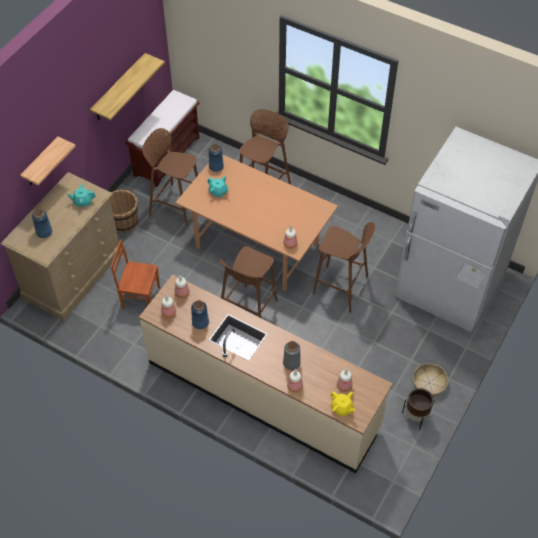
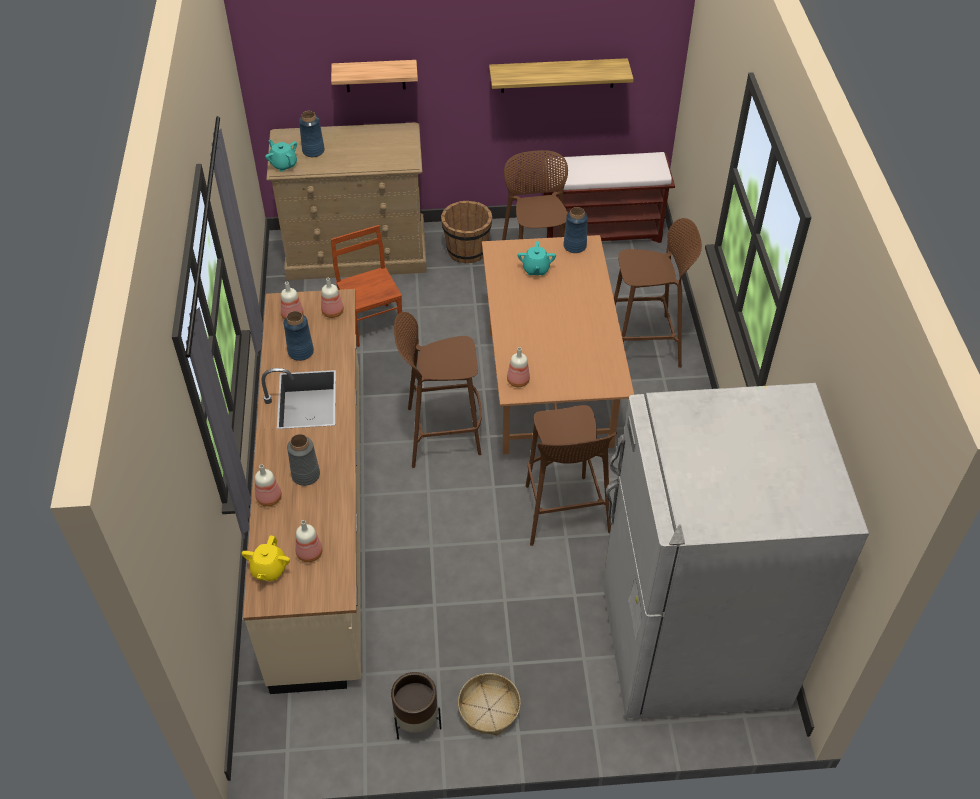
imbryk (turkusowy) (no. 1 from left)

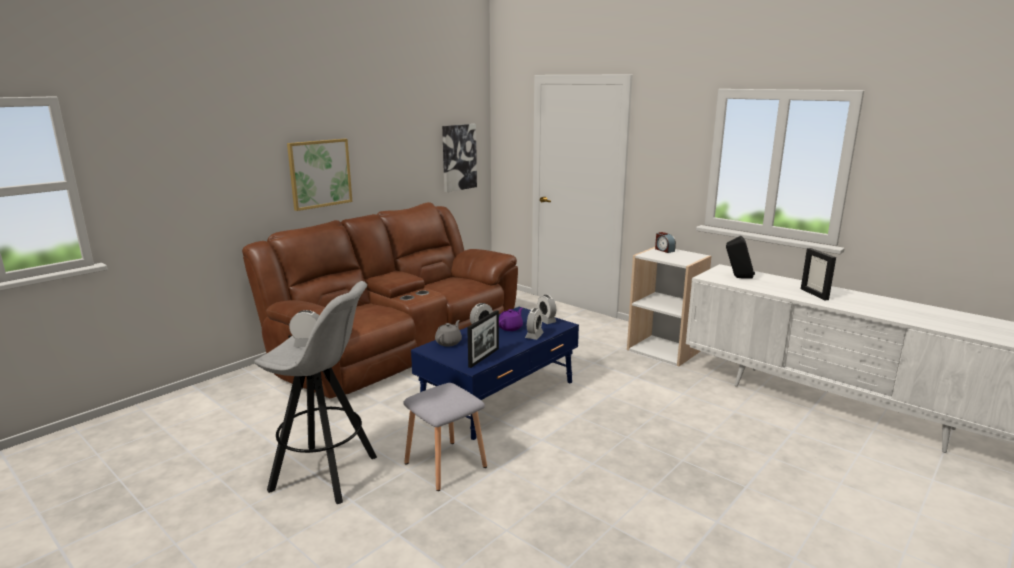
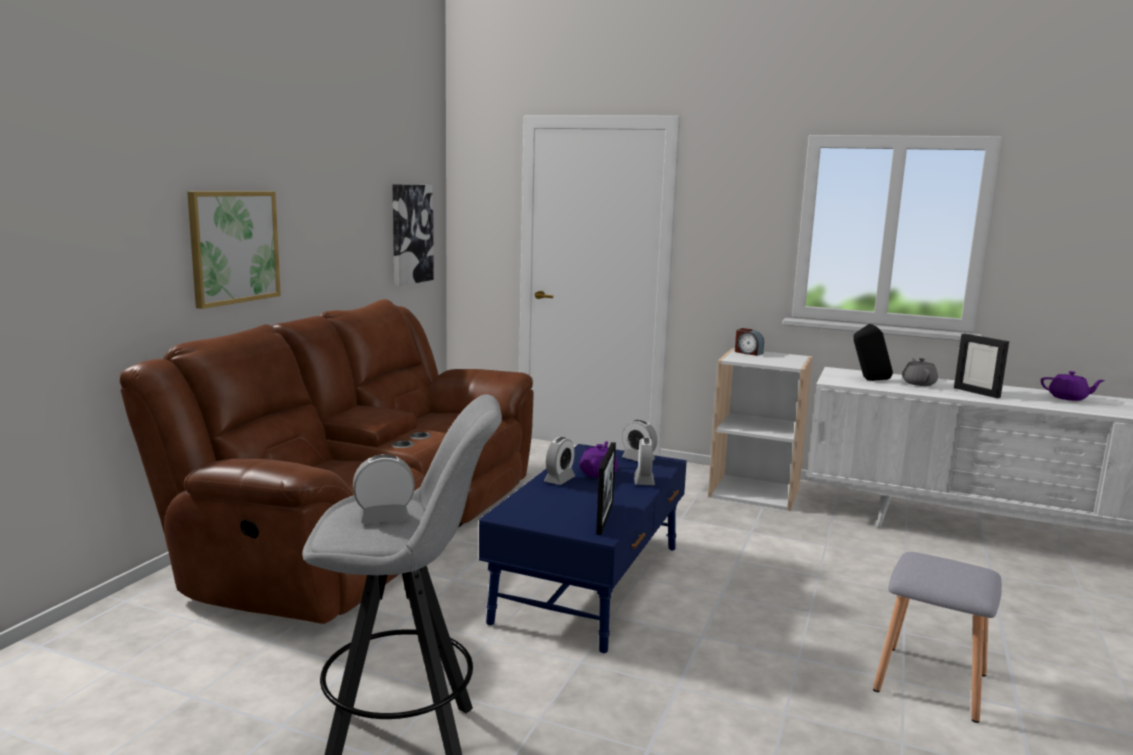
imbryk (fioletowy) (no. 2 from left)
stołek (szary) (no. 2 from left)
imbryk (szary)

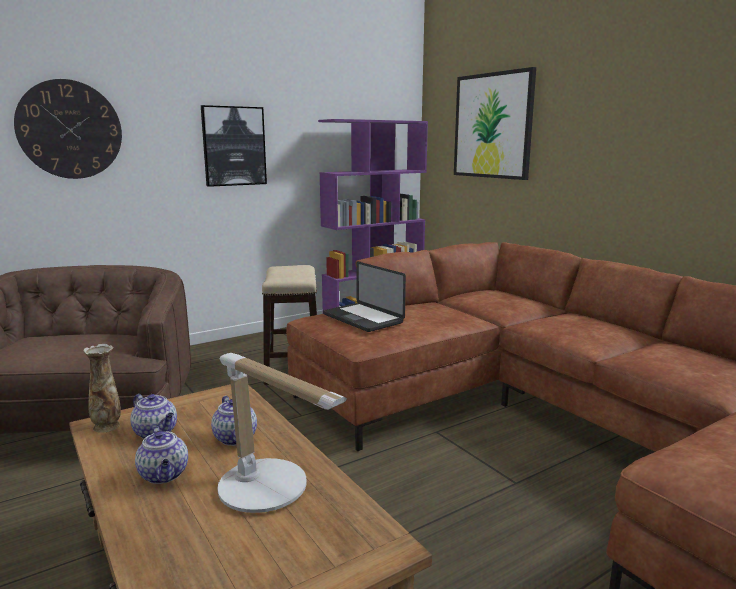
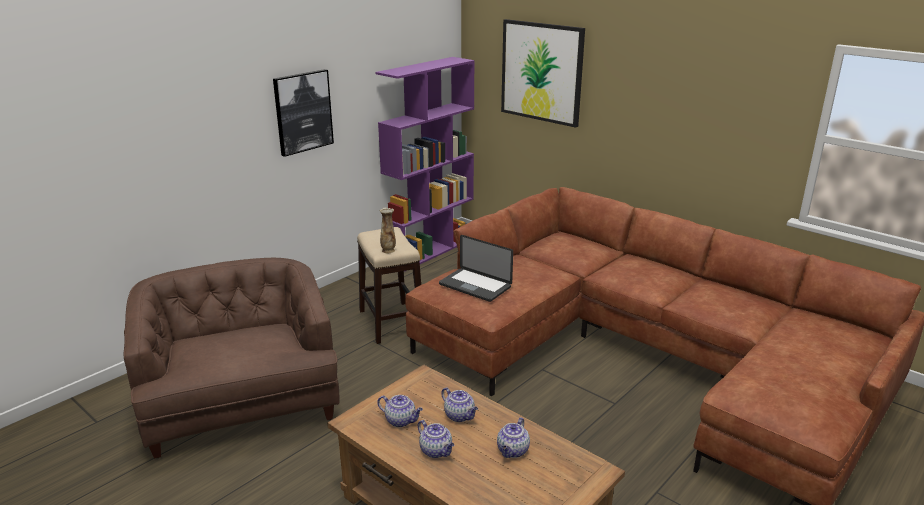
zegar ścienny
wazon
imbryk (no. 4 from left)

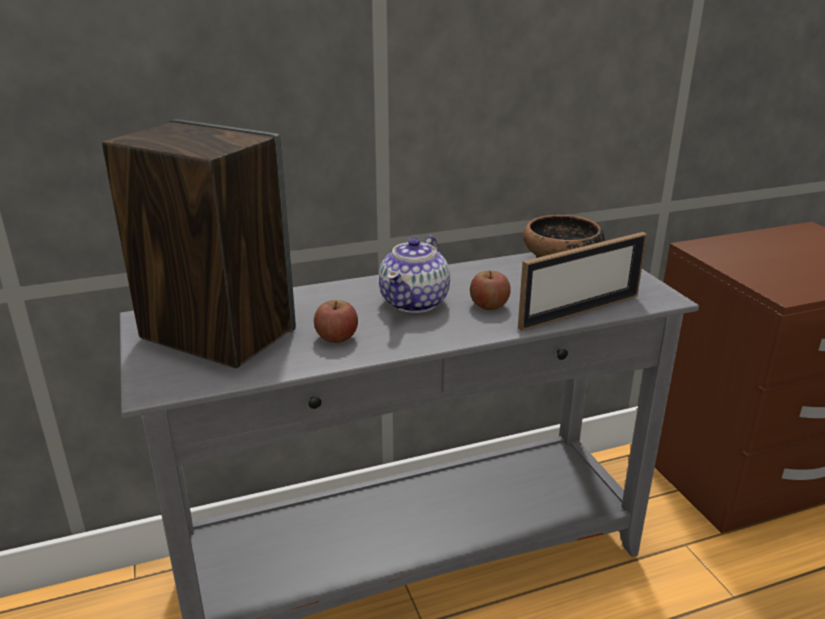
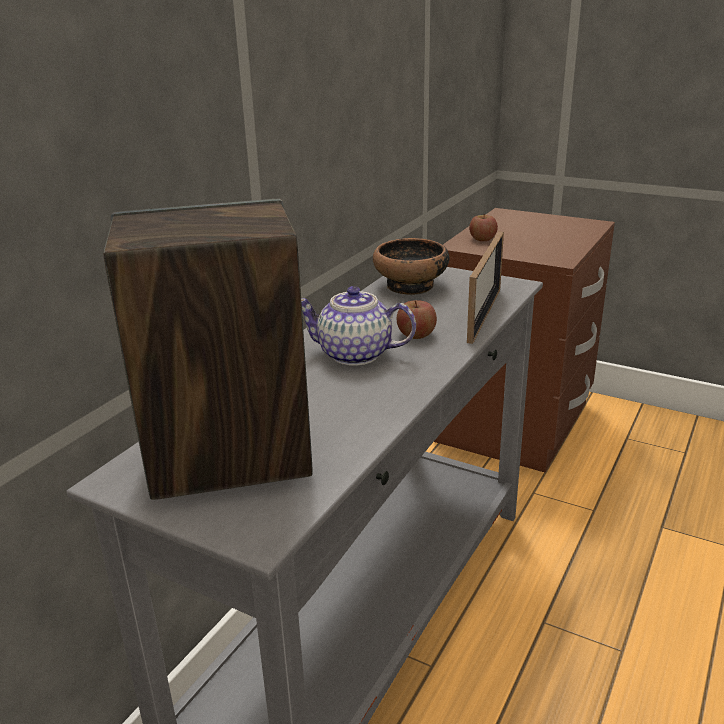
jabłko (no. 2 from left)
imbryk

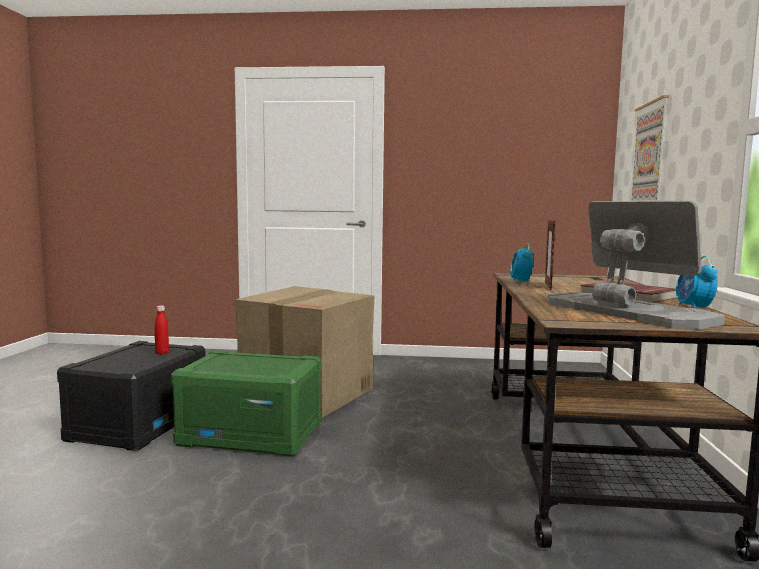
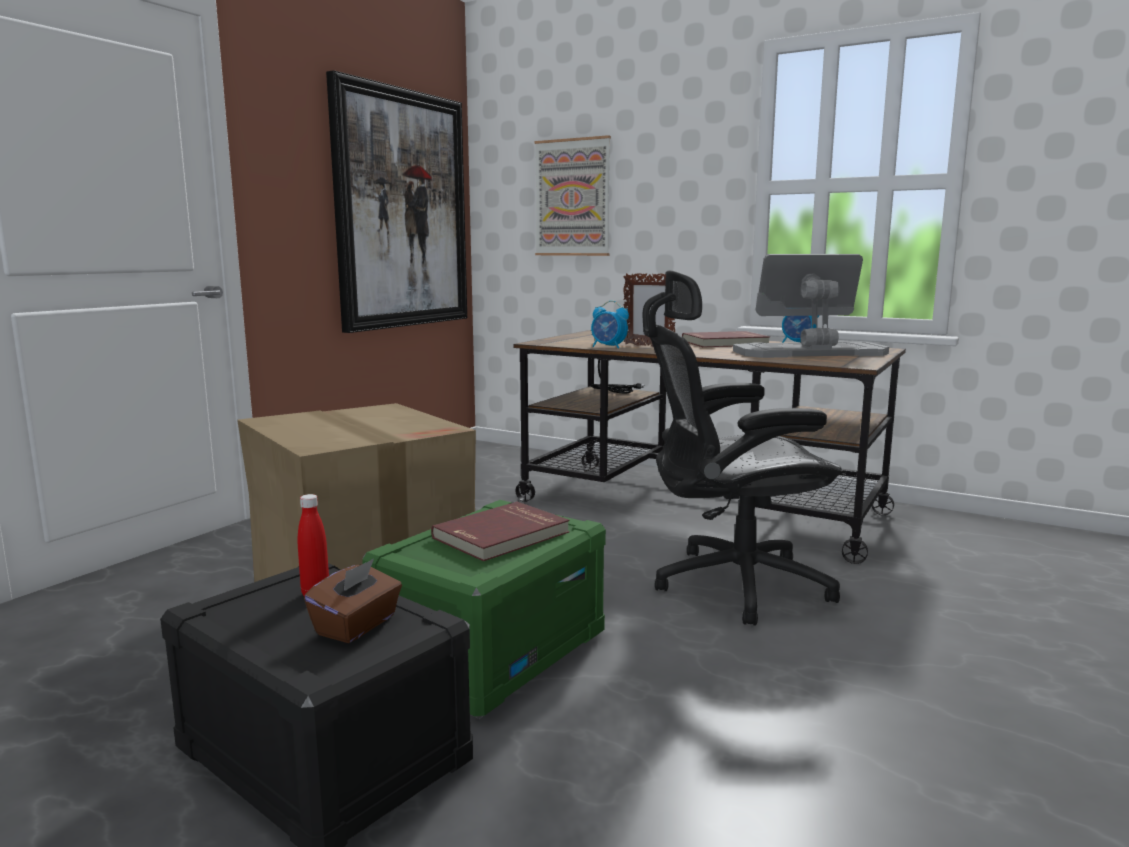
pudełko chusteczek (brązowy)
obraz (no. 1 from left)
książka (czerwony) (no. 1 from left)
krzesło biurowe

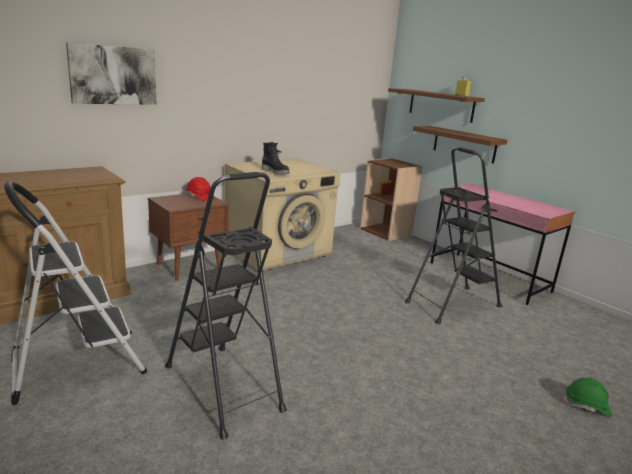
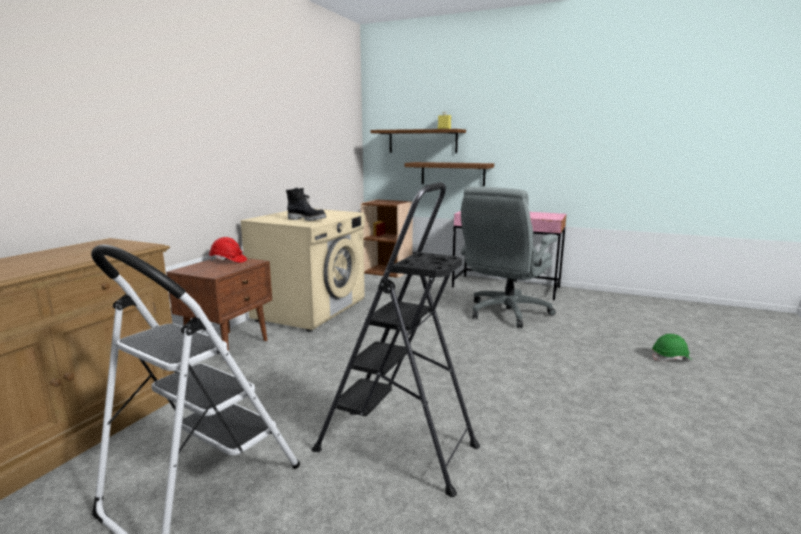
obraz
krzesło biurowe (szary)

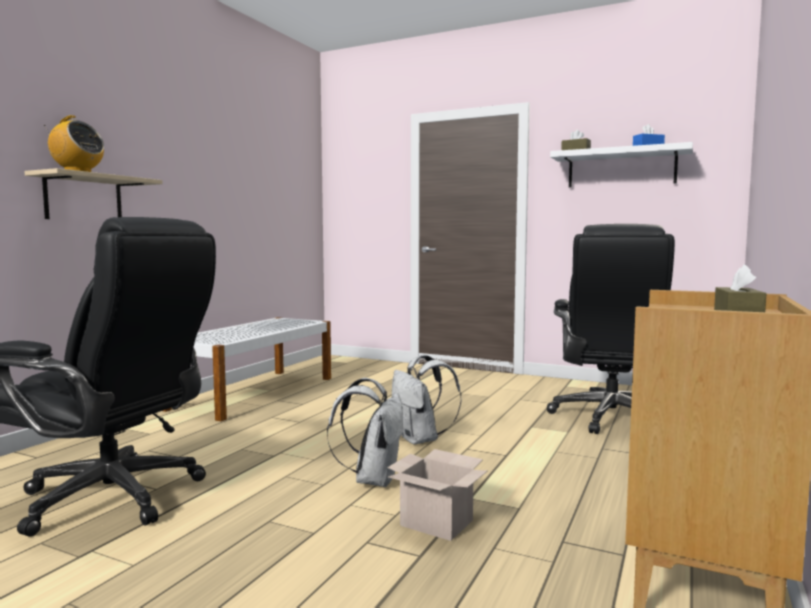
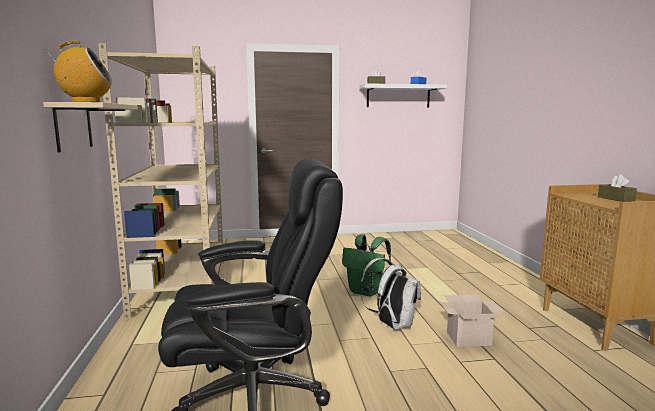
krzesło biurowe (czarny) (no. 2 from left in the first image)
regał (beżowy)
plecak (zielony)

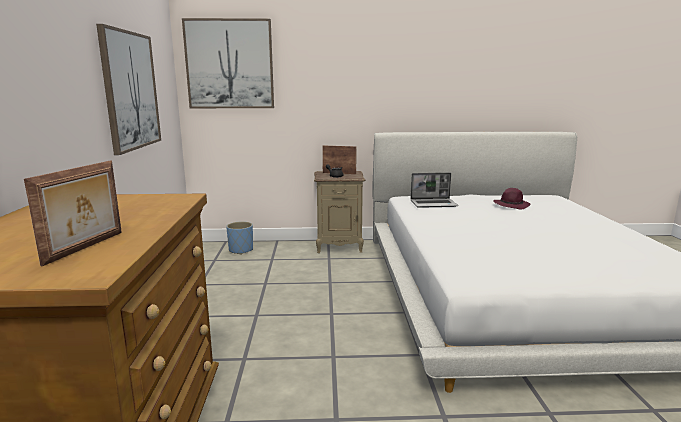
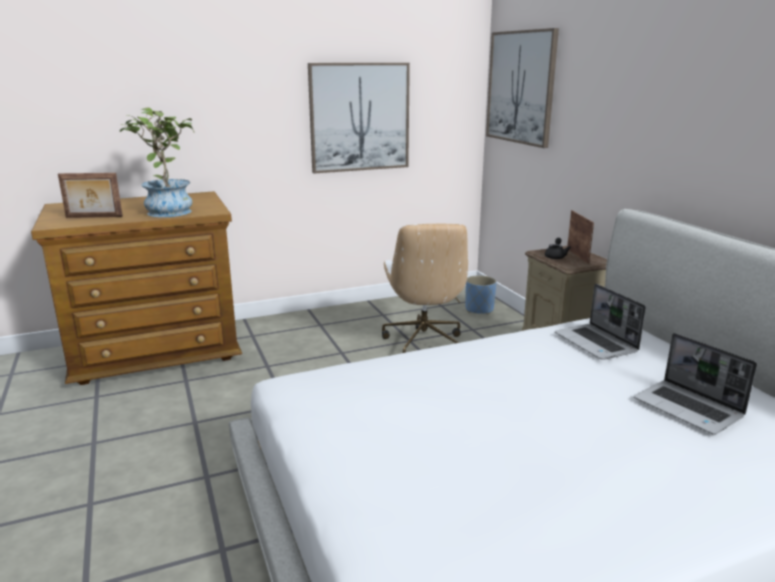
roślina doniczkowa
krzesło biurowe (biały)
laptop (no. 2 from left)

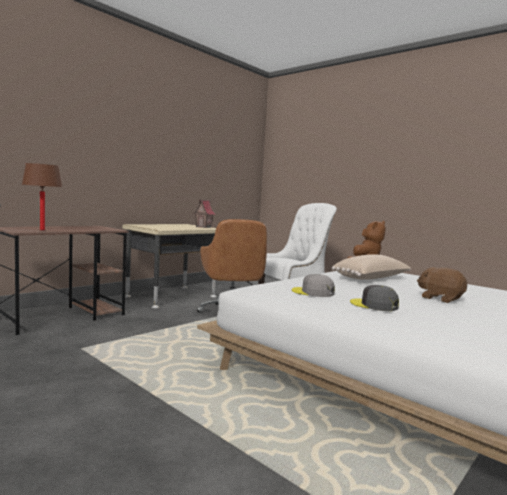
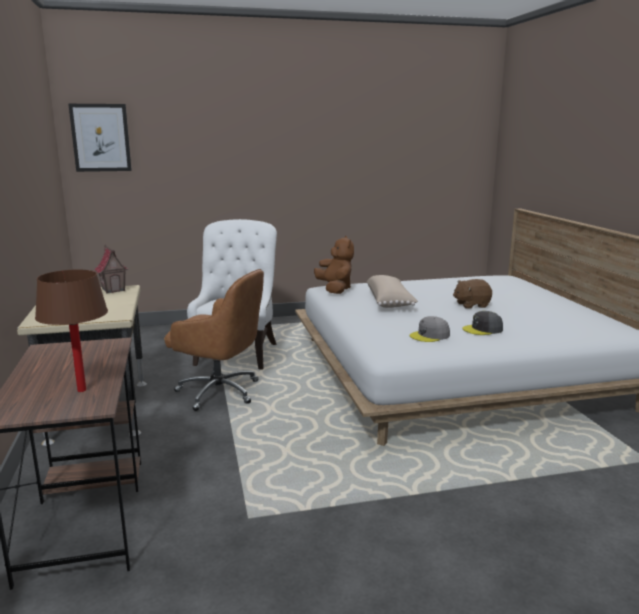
obraz

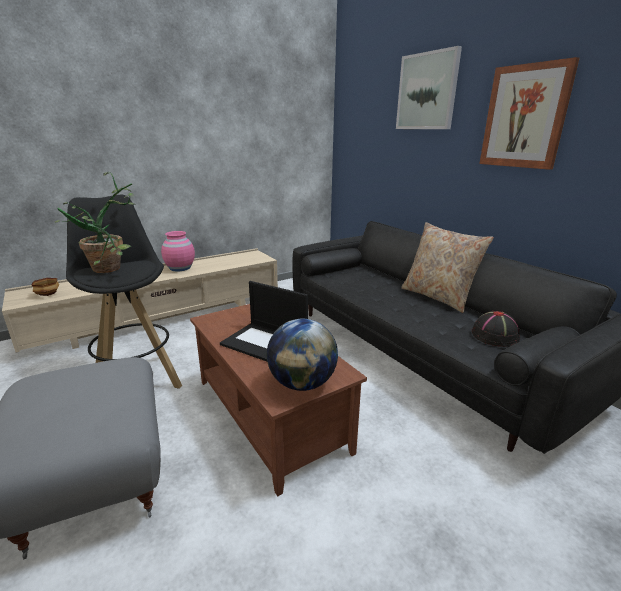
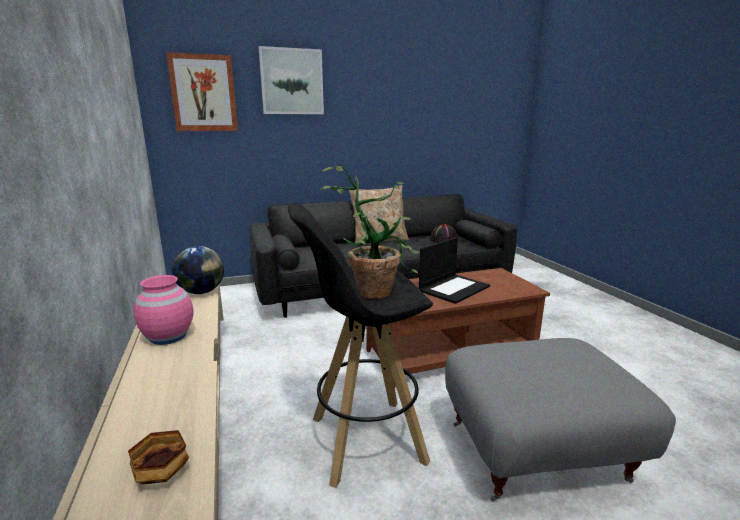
globus
obraz (no. 1 from left)

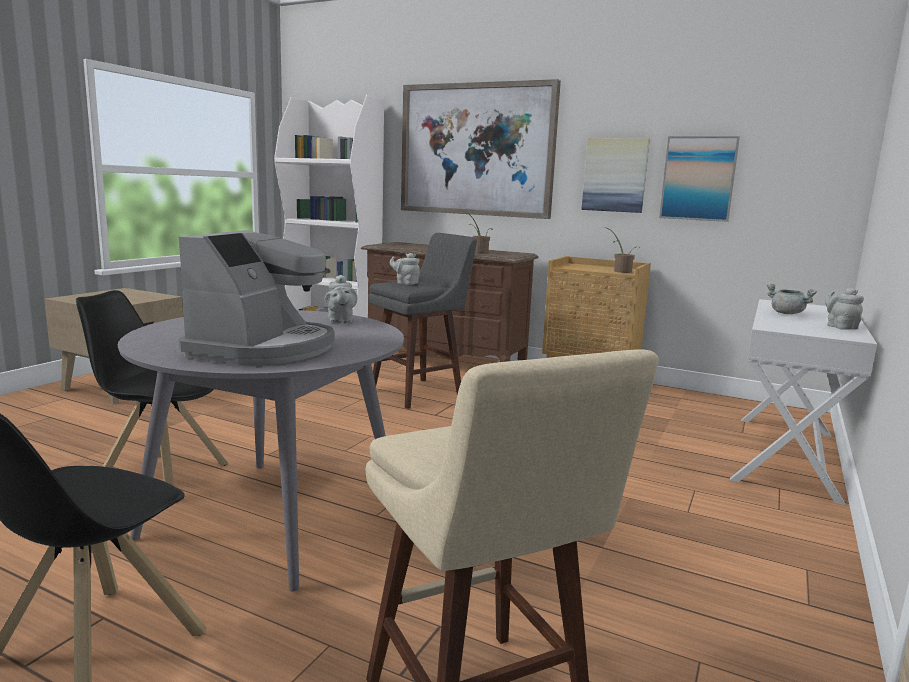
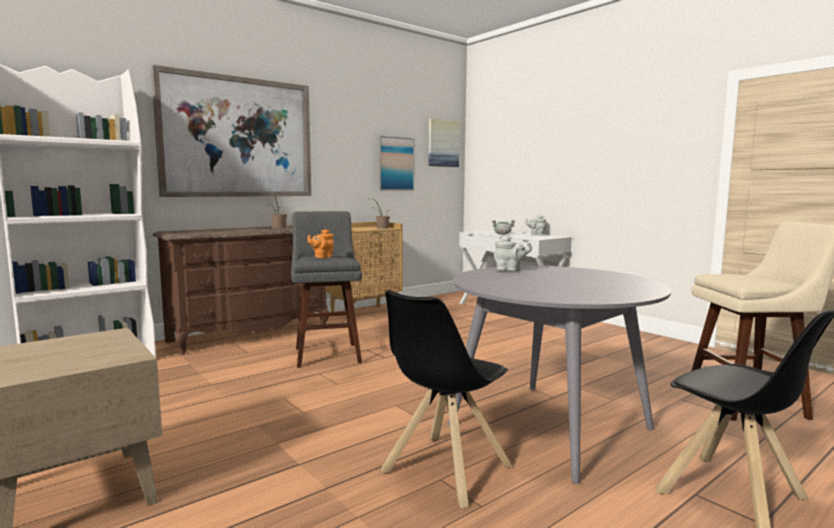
ekspres do kawy
obraz (no. 3 from left)
imbryk (pomarańczowy)

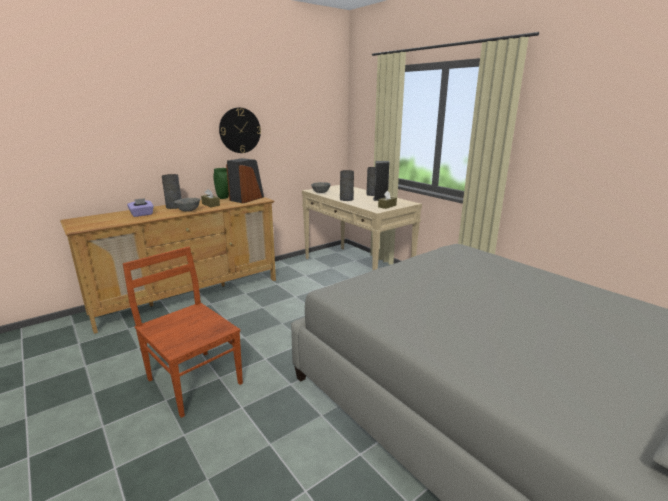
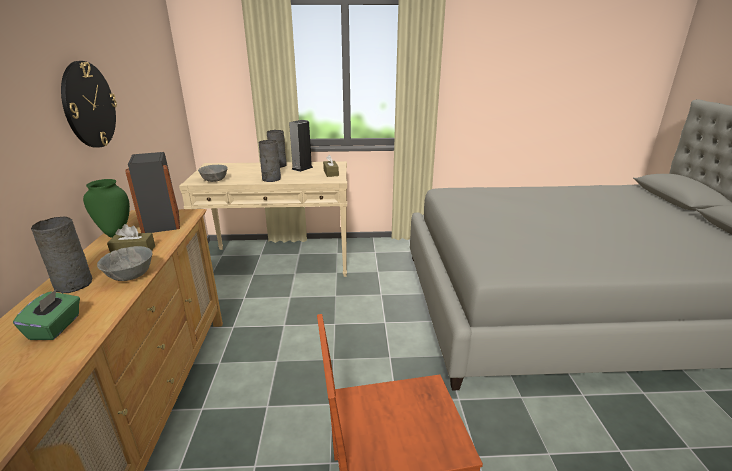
pudełko chusteczek (zielony)

